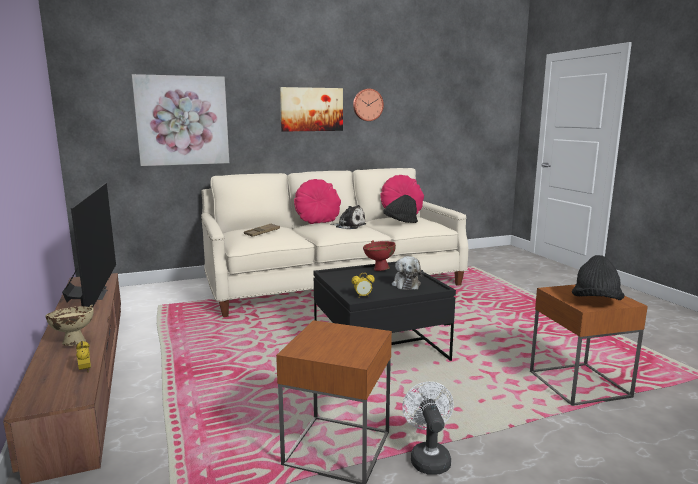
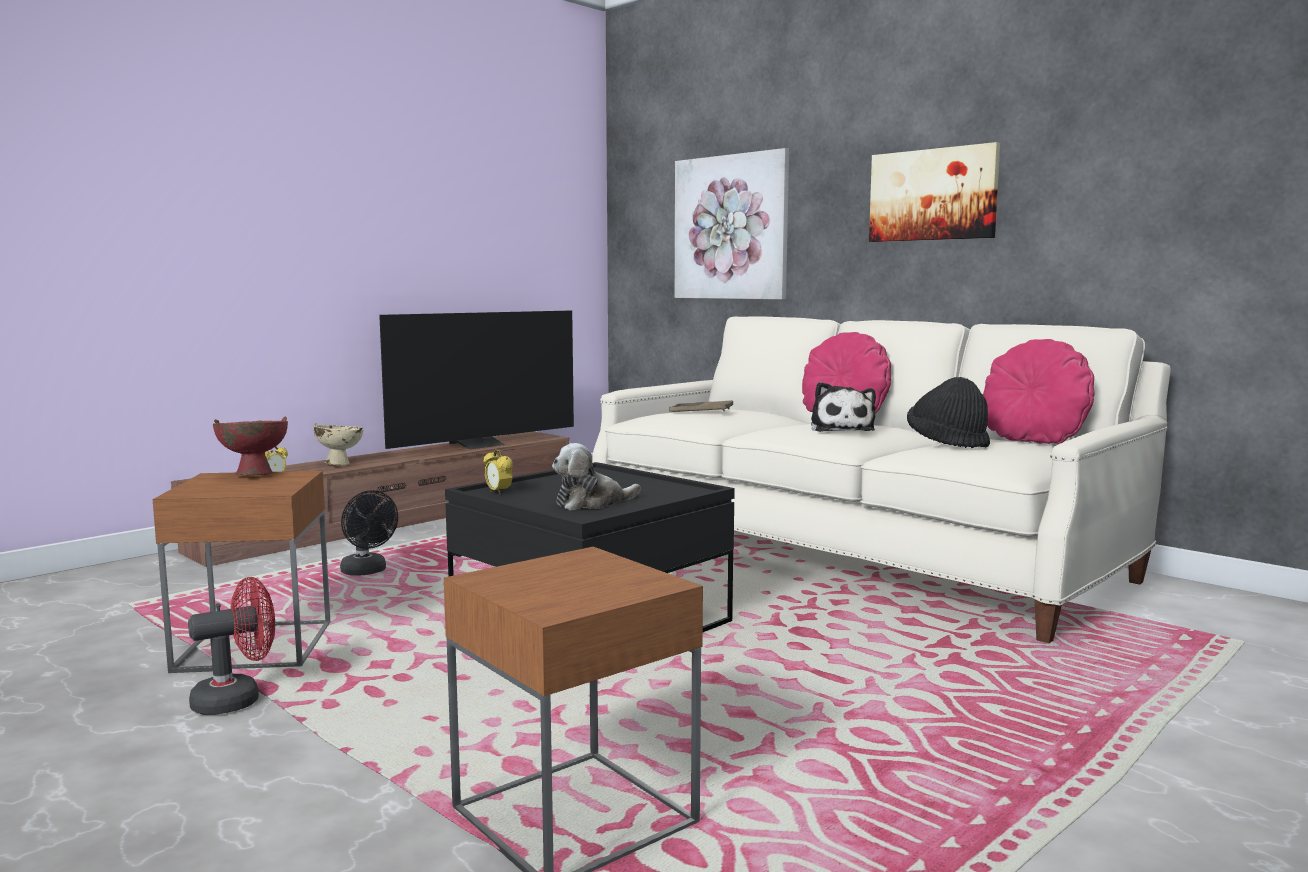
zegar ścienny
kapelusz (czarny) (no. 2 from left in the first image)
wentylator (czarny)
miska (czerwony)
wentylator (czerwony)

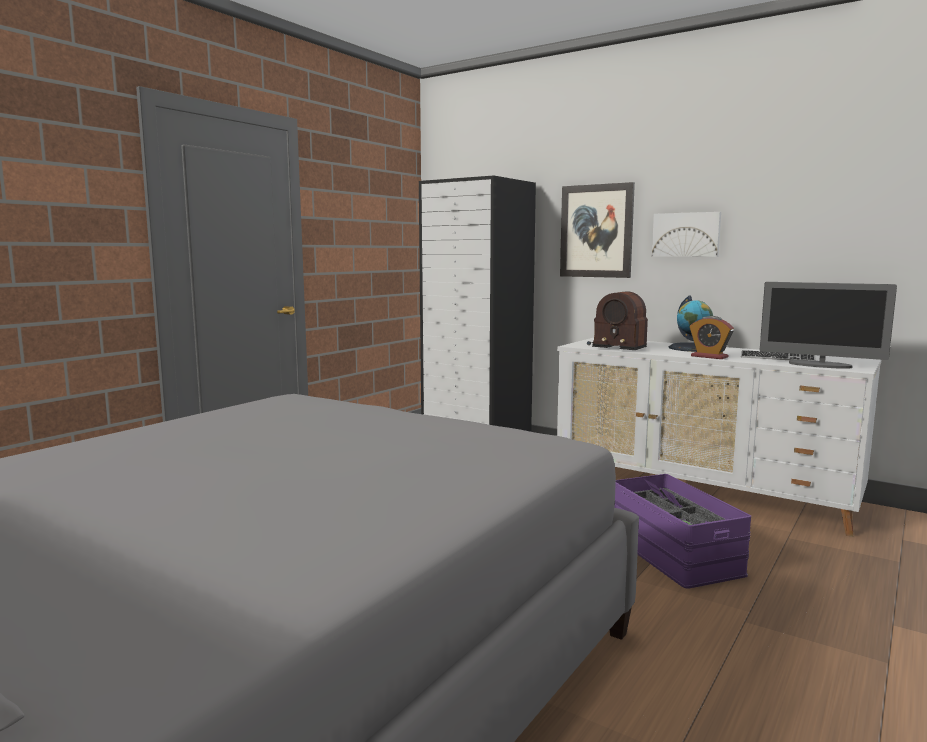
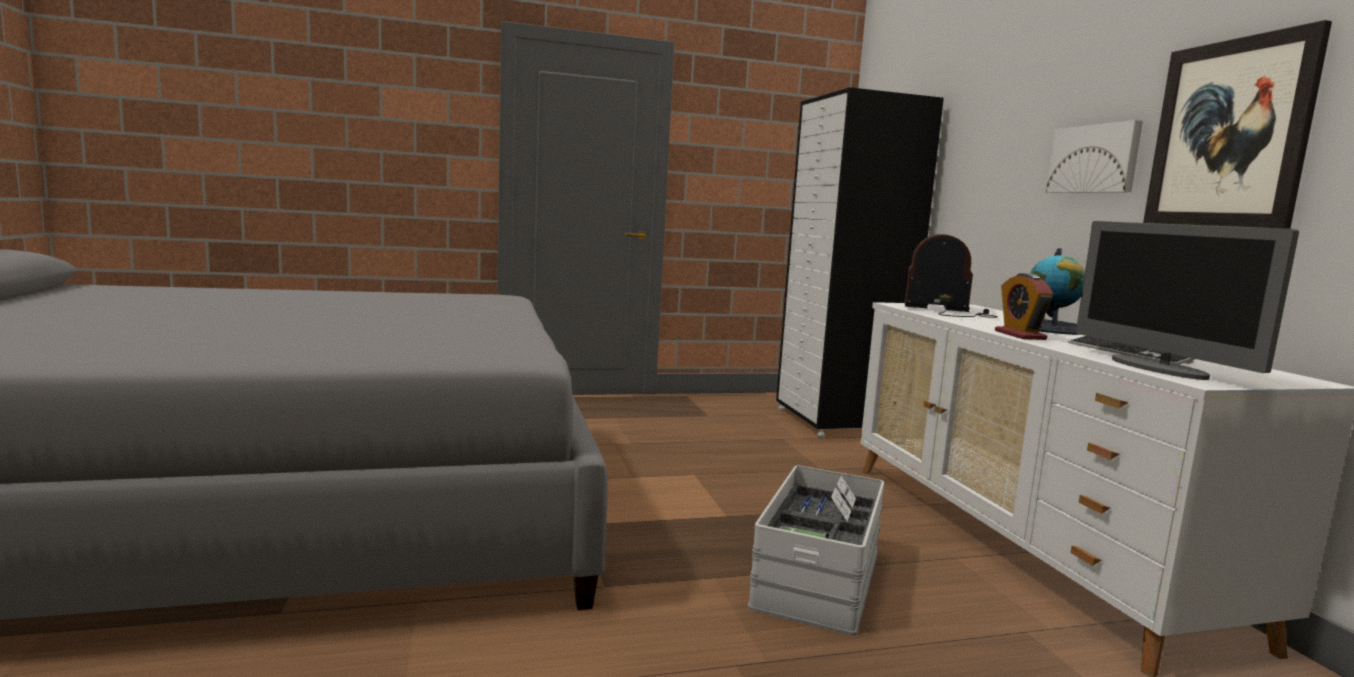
obraz (no. 2 from left)
pojemnik do przechowywania (szary)
radio

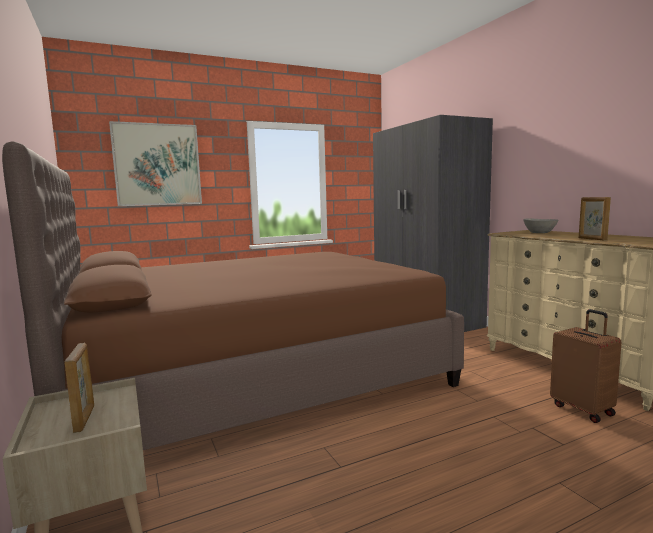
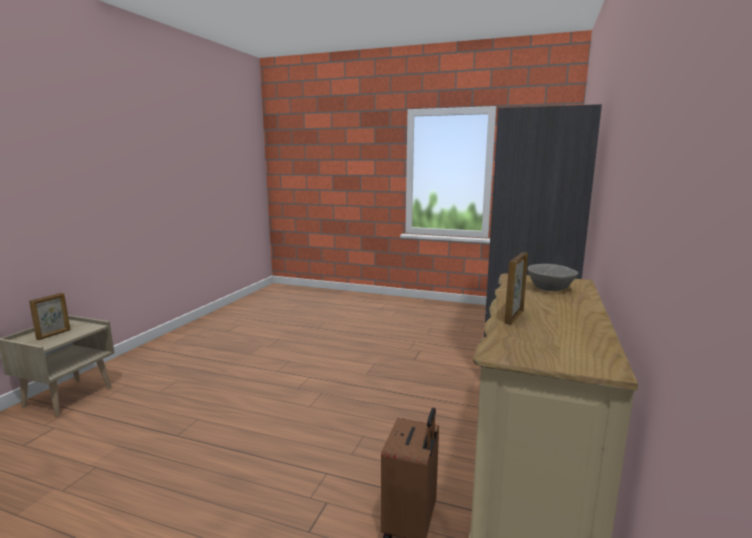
łóżko (brązowy)
obraz

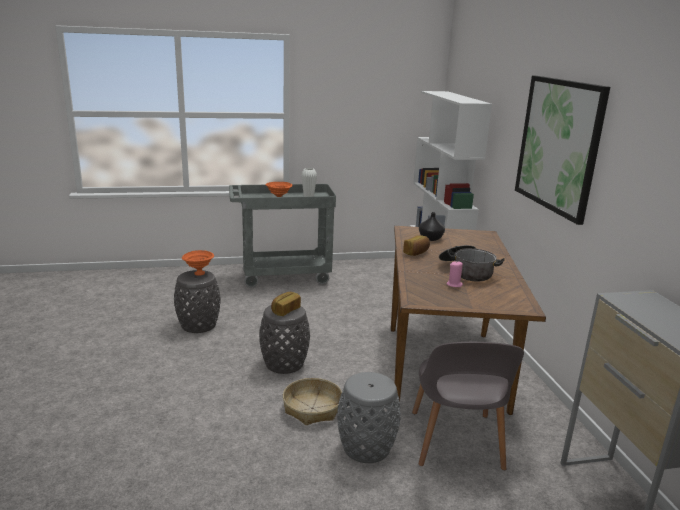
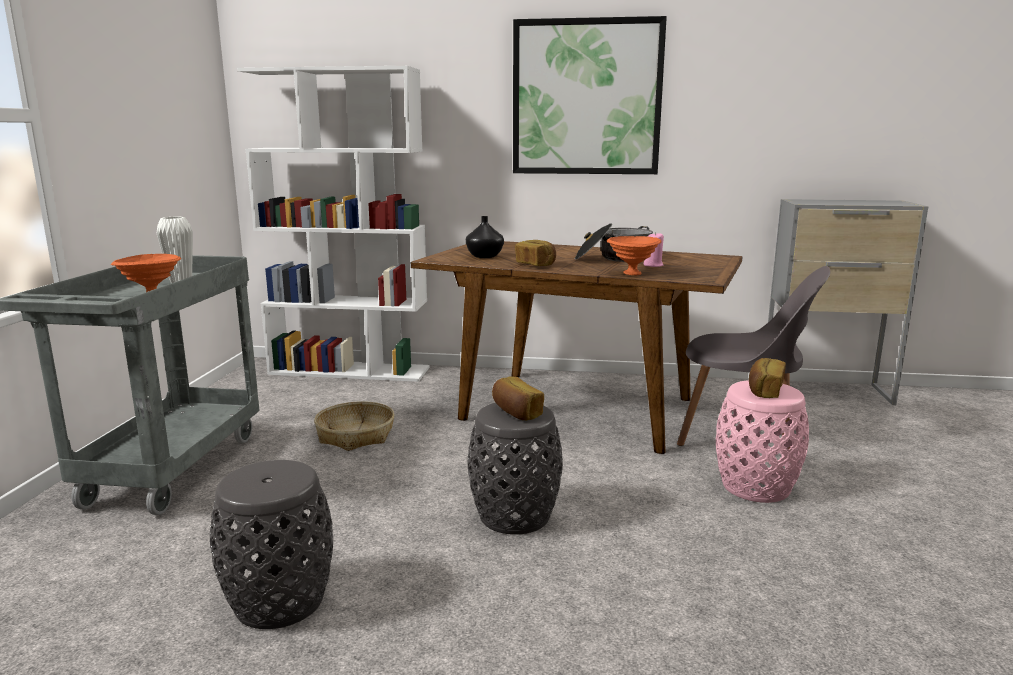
chleb (no. 3 from left)
miska (pomarańczowy) (no. 2 from left)
koszyk
stołek (różowy)

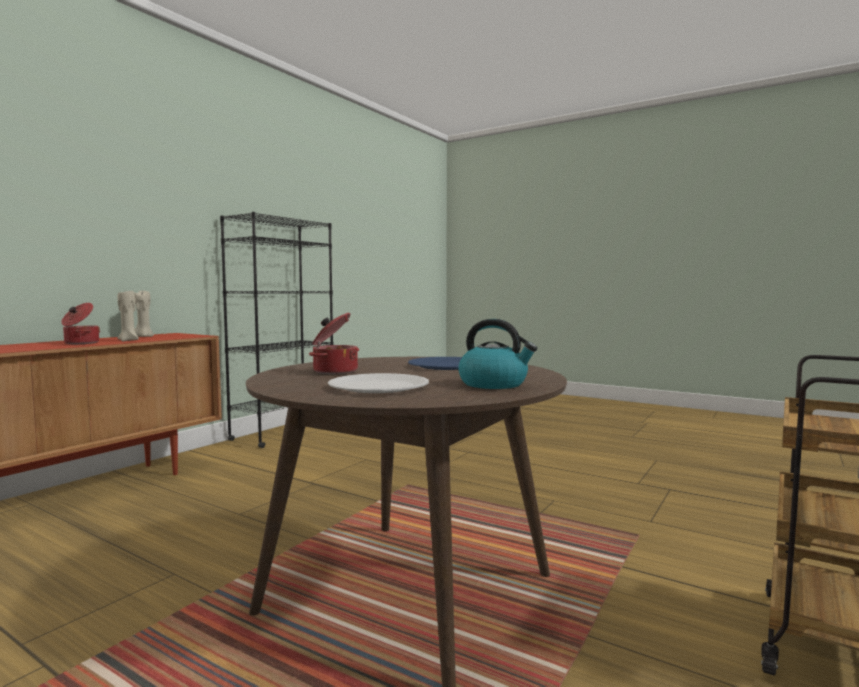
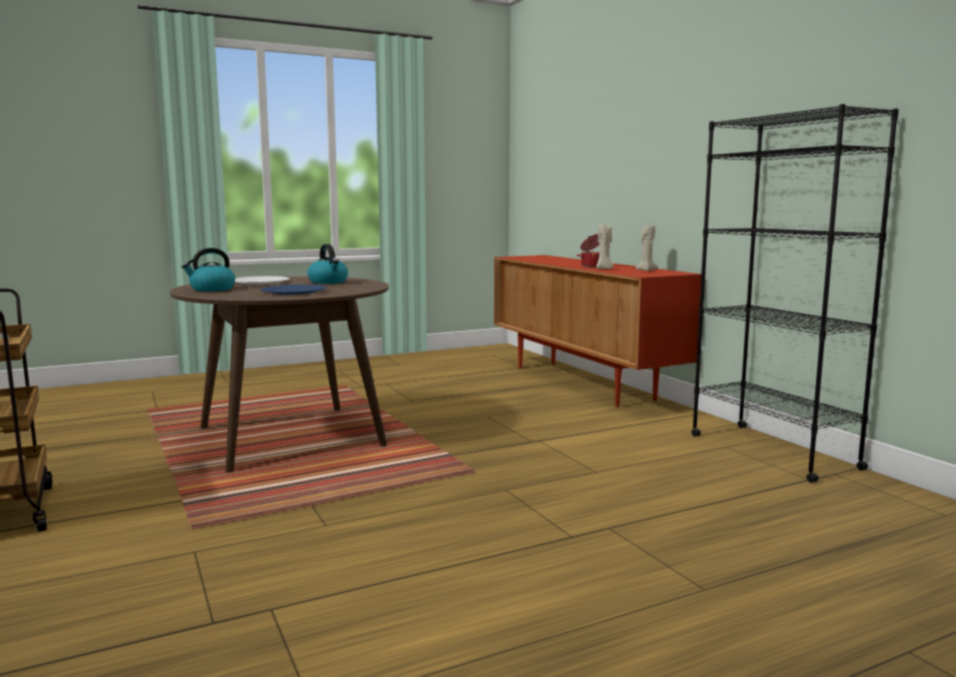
czajnik (no. 2 from left)

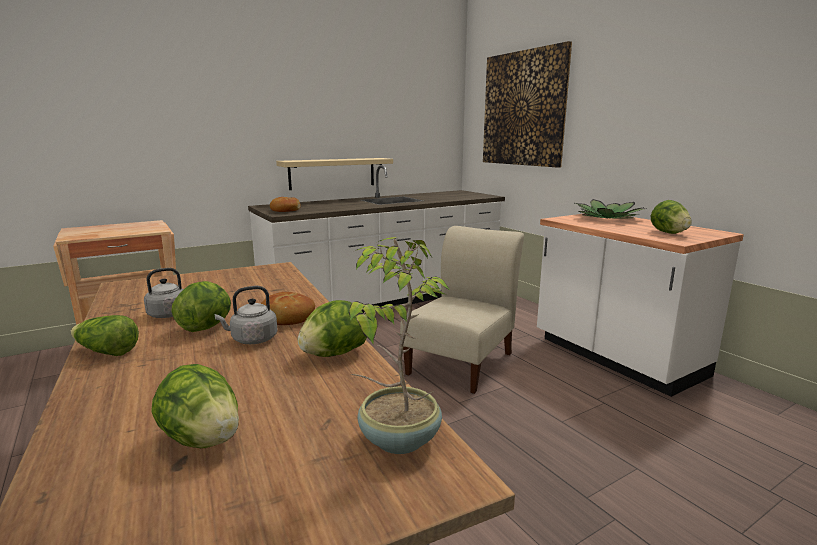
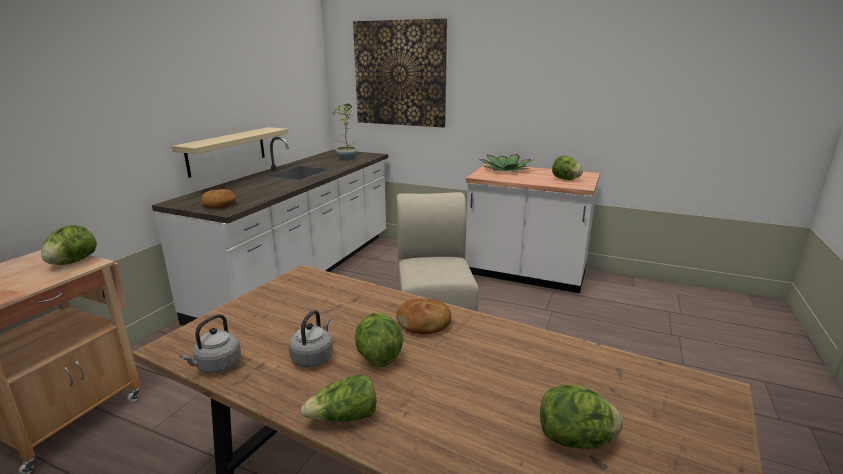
czajnik (szary) (no. 1 from left)
sałata (no. 1 from left)
roślina doniczkowa (no. 1 from left)

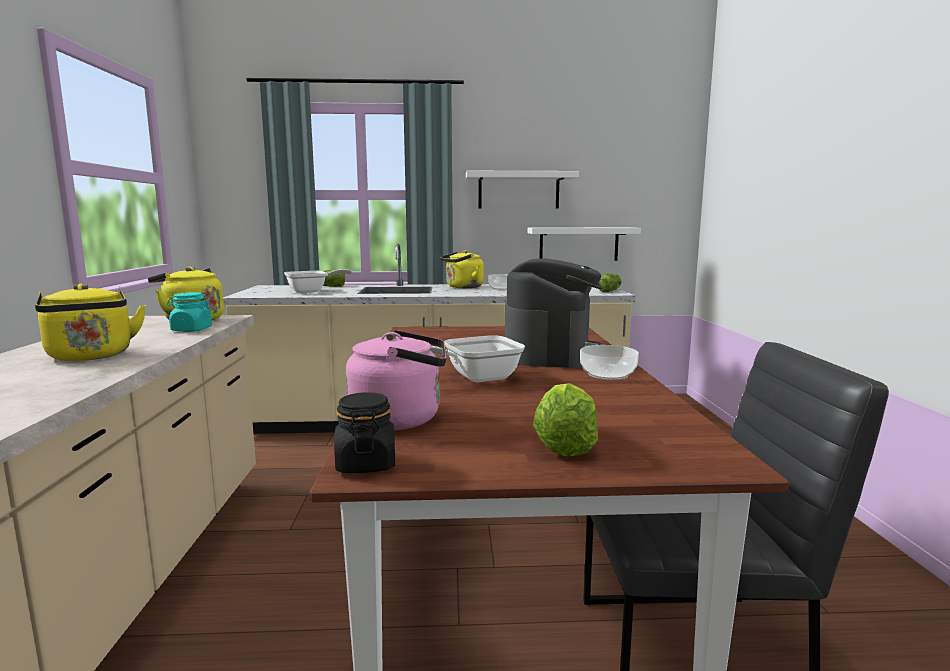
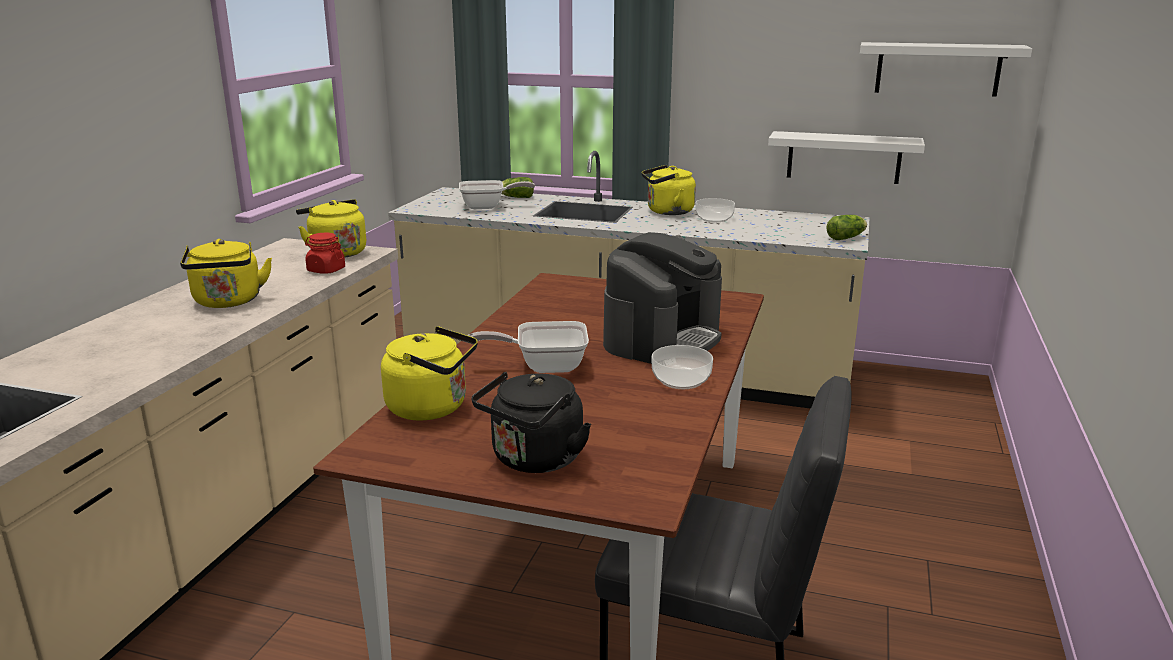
słoik (czarny)
półka (biały) (no. 2 from left)
czajnik (czarny)
słoik (czerwony)
czajnik (żółty) (no. 3 from left)

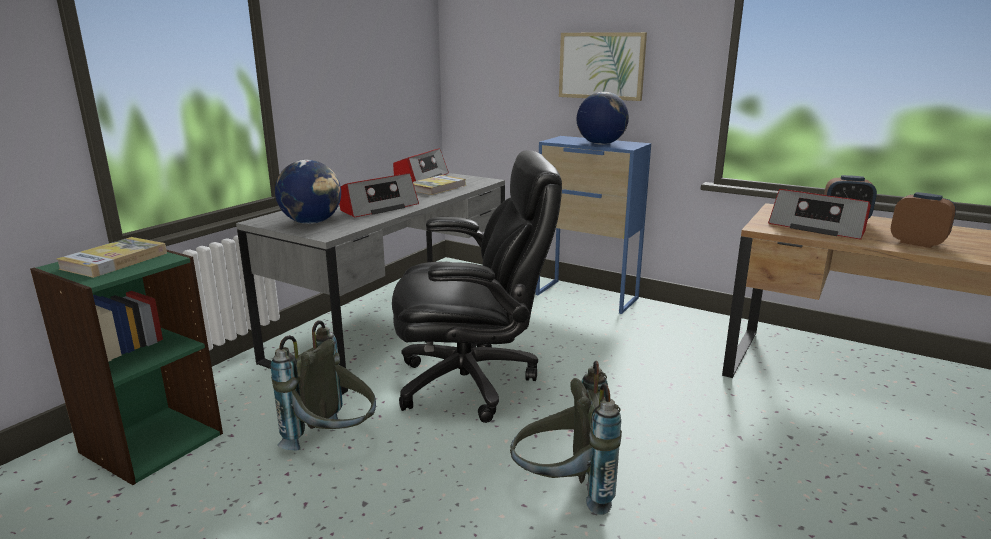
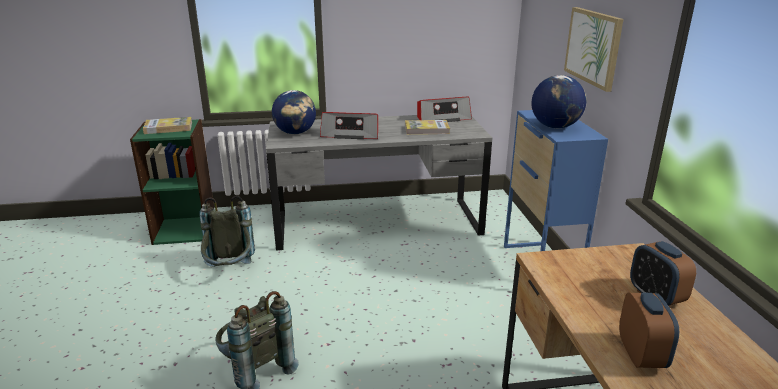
krzesło biurowe (czarny)
radio (no. 3 from left in the first image)

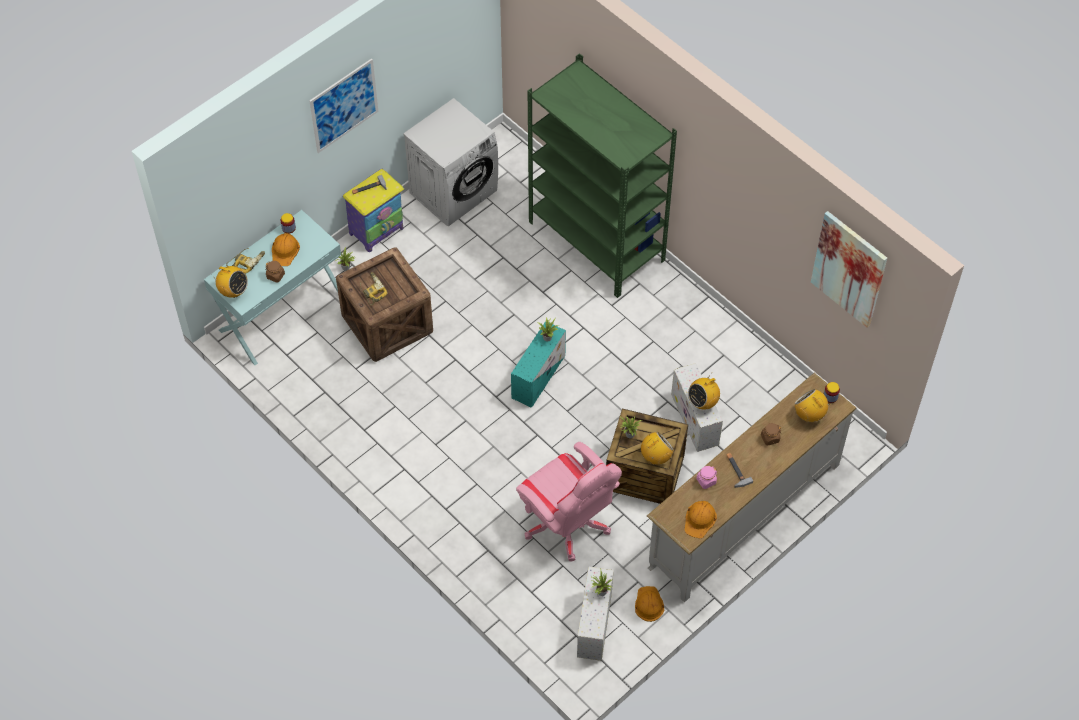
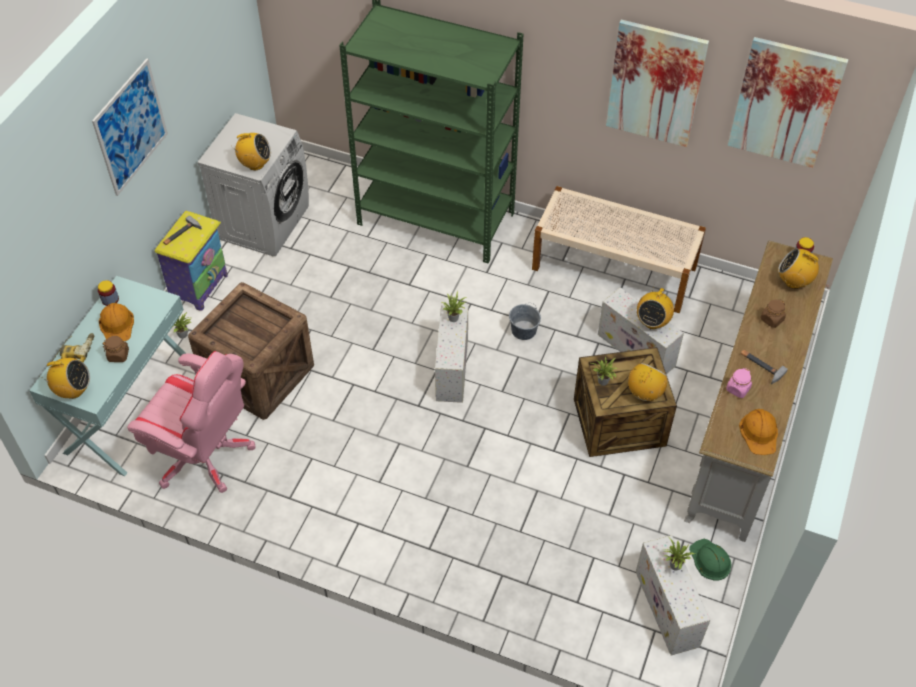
wiertarka (no. 2 from left in the first image)
radio (no. 2 from left)
wiadro (szary)
ławka (beżowy)
obraz (no. 2 from left)
krzesło biurowe (różowy)
pojemnik do przechowywania (biały) (no. 1 from left)
kask (zielony)

